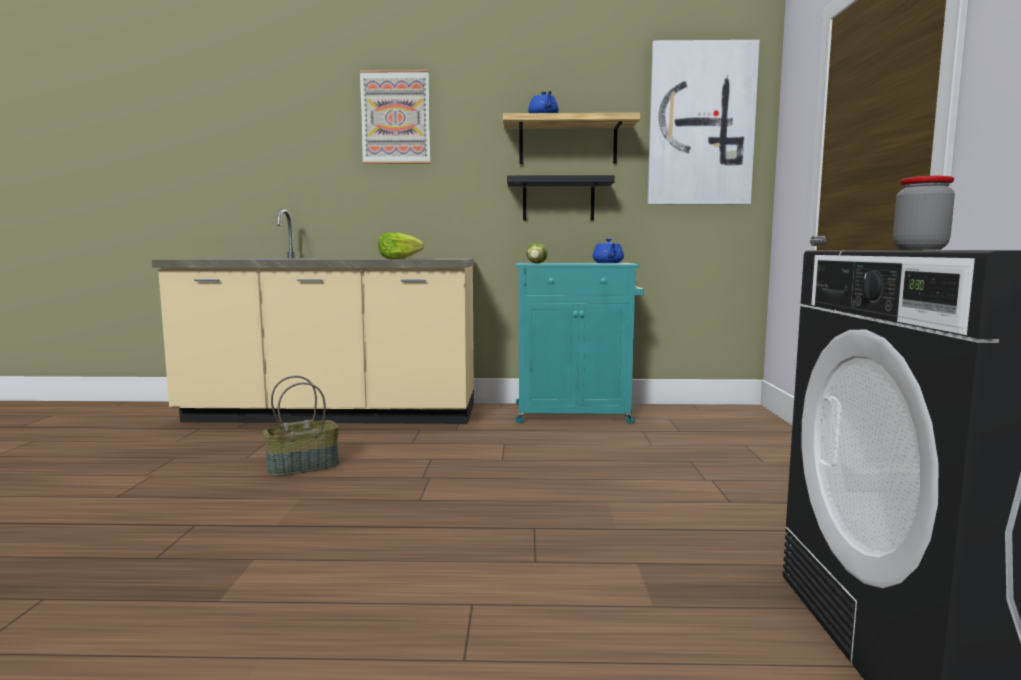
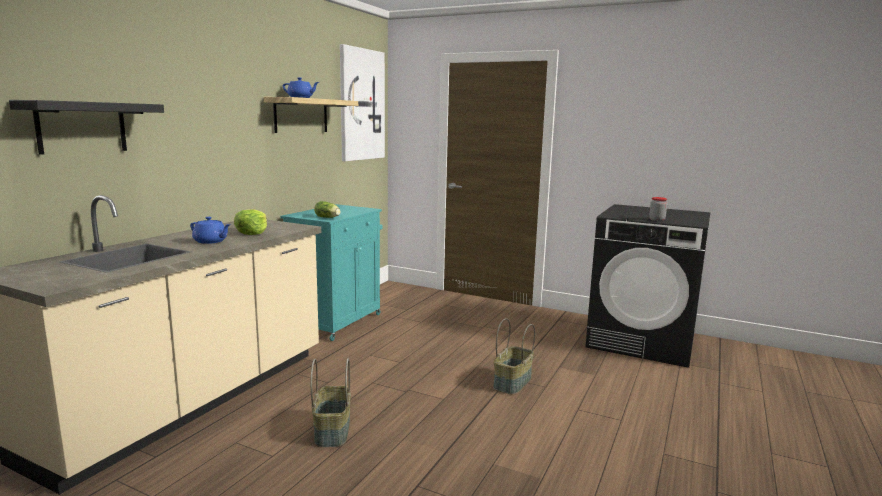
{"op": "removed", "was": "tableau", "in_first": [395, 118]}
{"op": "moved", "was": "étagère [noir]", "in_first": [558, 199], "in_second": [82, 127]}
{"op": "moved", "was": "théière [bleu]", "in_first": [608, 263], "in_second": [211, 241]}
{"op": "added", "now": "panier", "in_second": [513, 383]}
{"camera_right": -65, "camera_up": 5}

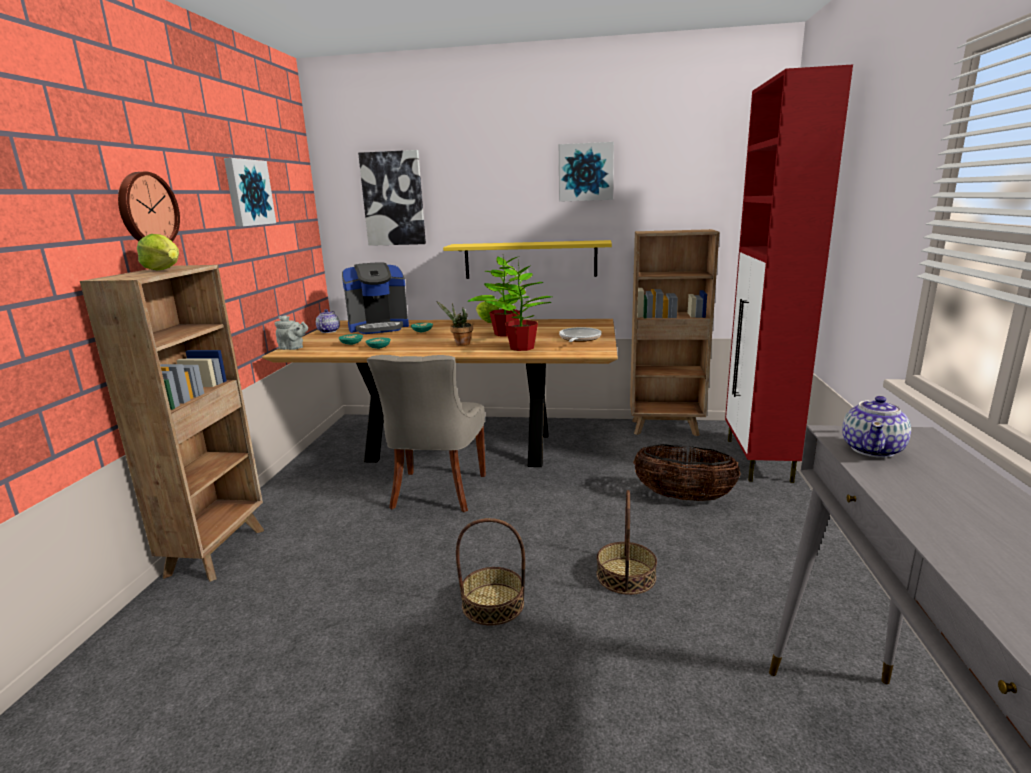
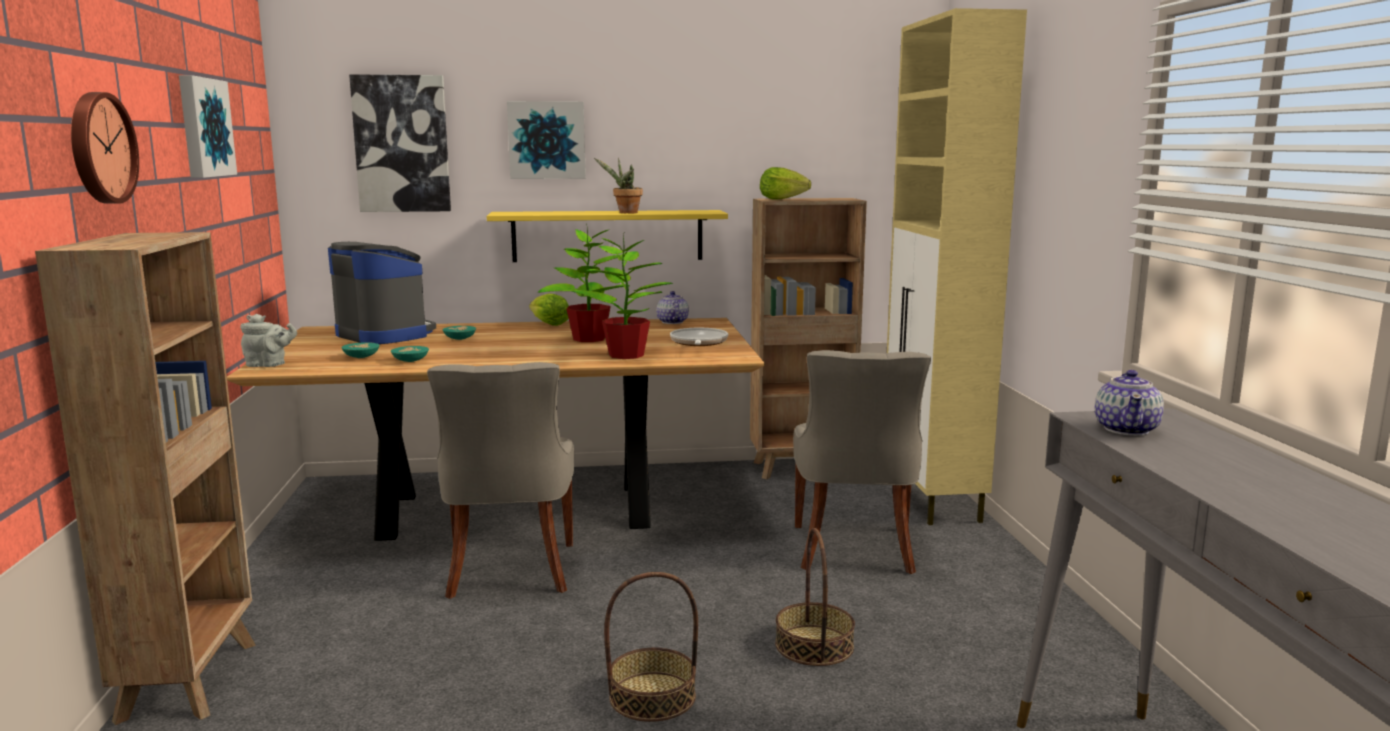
{"op": "recoloured", "was": "meuble de rangement [rouge]", "now": "meuble de rangement [beige]", "in_first": [758, 460], "in_second": [932, 500]}
{"op": "moved", "was": "tableau", "in_first": [586, 172], "in_second": [547, 140]}
{"op": "moved", "was": "laitue", "in_first": [164, 270], "in_second": [782, 199]}
{"op": "turned", "was": "machine à café", "in_first": [378, 327], "in_second": [384, 334], "clockwise": -105}
{"op": "moved", "was": "plante en pot", "in_first": [460, 344], "in_second": [625, 213]}
{"op": "moved", "was": "théière", "in_first": [328, 331], "in_second": [672, 322]}
{"op": "replaced", "was": "panier", "now": "chaise [gris]", "in_first": [683, 497], "in_second": [854, 550]}
{"camera_right": -15, "camera_up": -5}

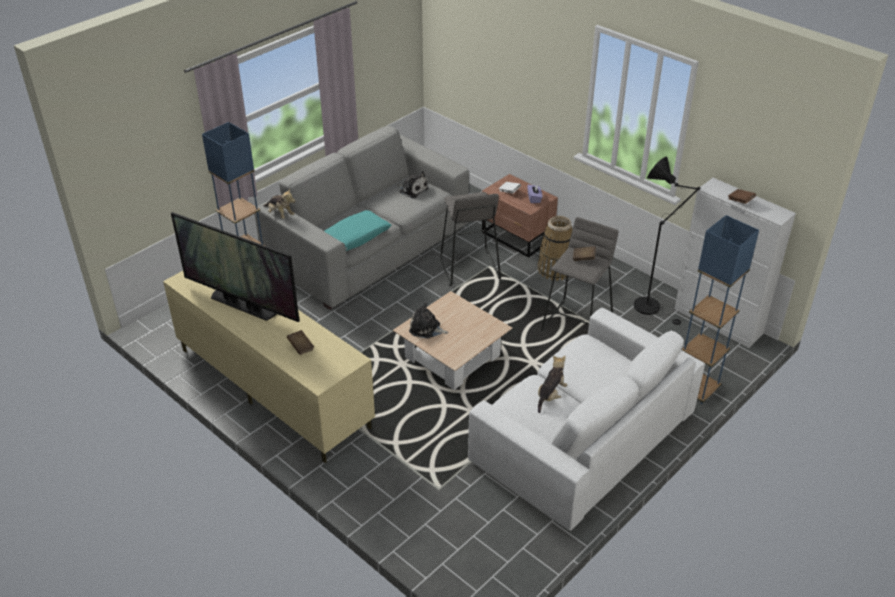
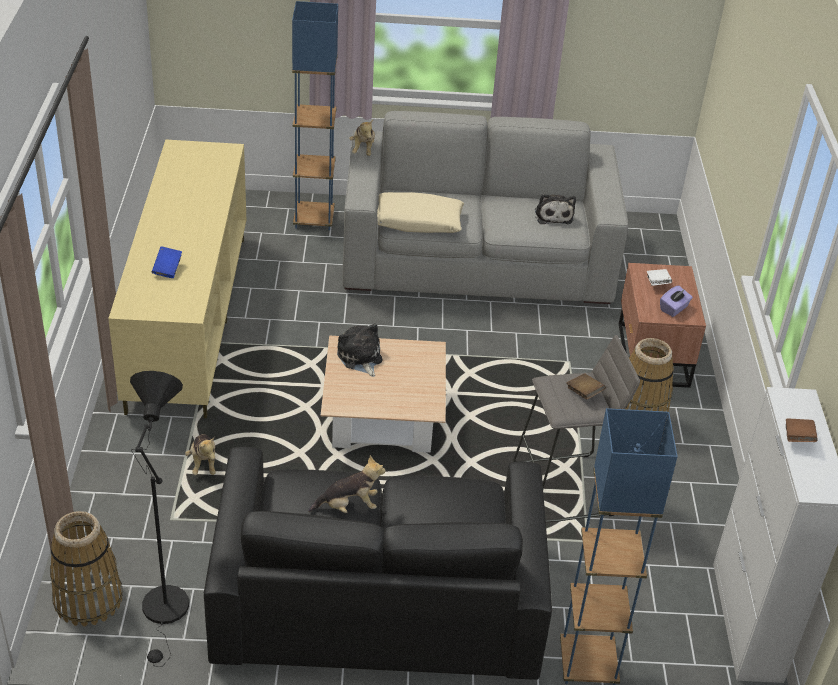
{"op": "moved", "was": "lampadaire [noir]", "in_first": [652, 308], "in_second": [166, 613]}
{"op": "removed", "was": "tabouret [gris]", "in_first": [469, 269]}
{"op": "recoloured", "was": "coussin [turquoise]", "now": "coussin [beige]", "in_first": [356, 237], "in_second": [418, 221]}
{"op": "removed", "was": "téléviseur", "in_first": [243, 305]}
{"op": "recoloured", "was": "canapé [blanc]", "now": "canapé [noir]", "in_first": [581, 437], "in_second": [377, 596]}
{"op": "recoloured", "was": "livre [marron]", "now": "livre [bleu]", "in_first": [301, 347], "in_second": [167, 269]}
{"op": "added", "now": "peluche", "in_second": [203, 463]}
{"op": "added", "now": "panier", "in_second": [88, 599]}
{"camera_right": 45, "camera_up": 0}

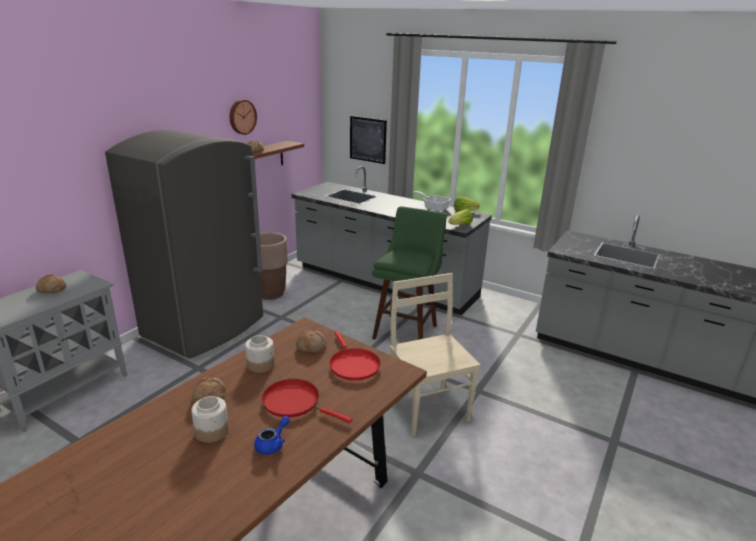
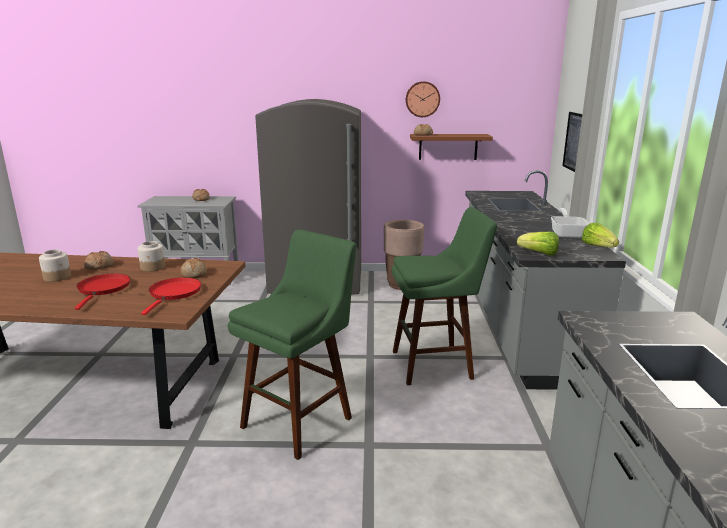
{"op": "replaced", "was": "chaise [beige]", "now": "tabouret [vert]", "in_first": [427, 408], "in_second": [300, 420]}
{"op": "turned", "was": "poêle [rouge]", "in_first": [353, 365], "in_second": [174, 293], "clockwise": 150}
{"op": "removed", "was": "théière [bleu]", "in_first": [272, 444]}
{"camera_right": 60, "camera_up": -5}

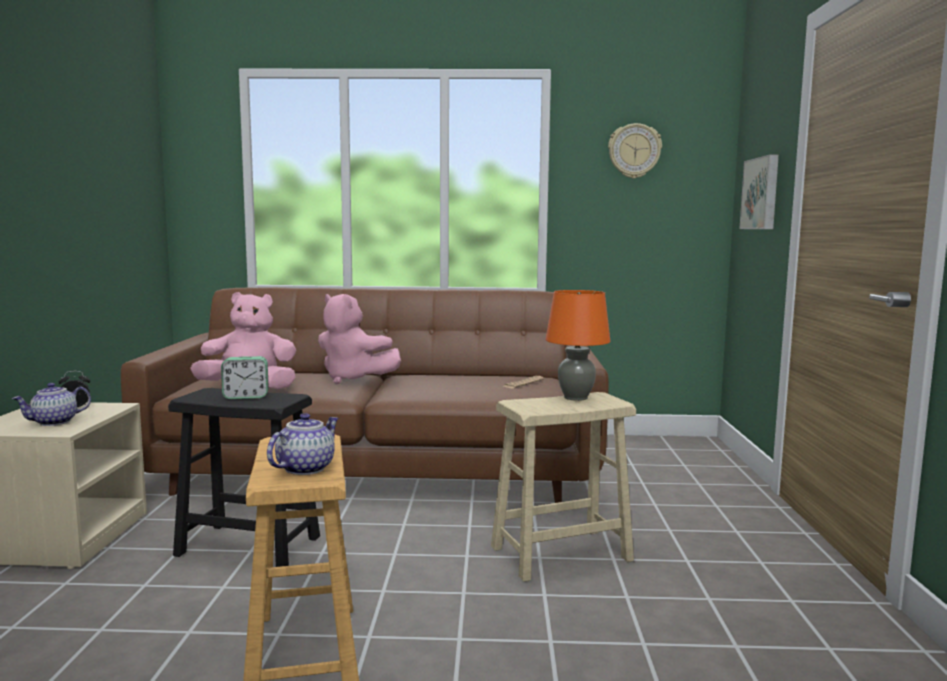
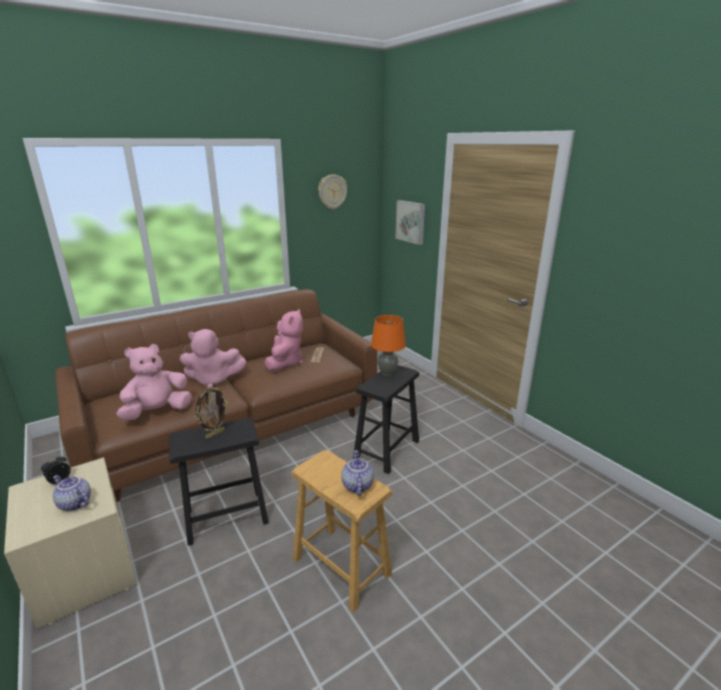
{"op": "replaced", "was": "réveil", "now": "cadre photo", "in_first": [246, 396], "in_second": [215, 434]}
{"op": "turned", "was": "théière", "in_first": [54, 422], "in_second": [74, 503], "clockwise": 105}
{"op": "recoloured", "was": "tabouret [beige]", "now": "tabouret [noir]", "in_first": [561, 554], "in_second": [387, 450]}
{"op": "added", "now": "peluche [rose]", "in_second": [285, 363]}
{"camera_right": -35, "camera_up": 15}

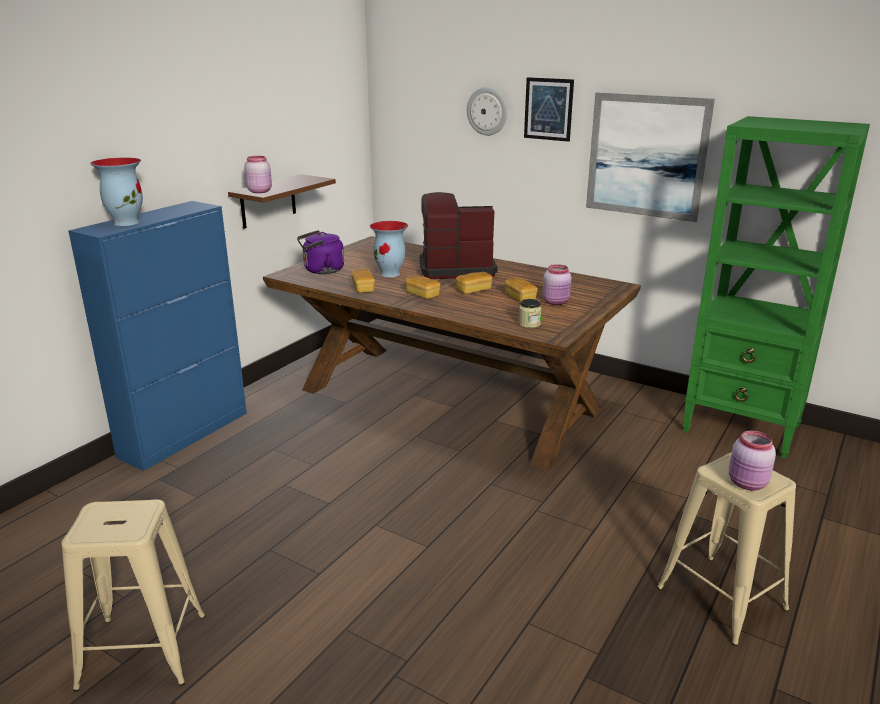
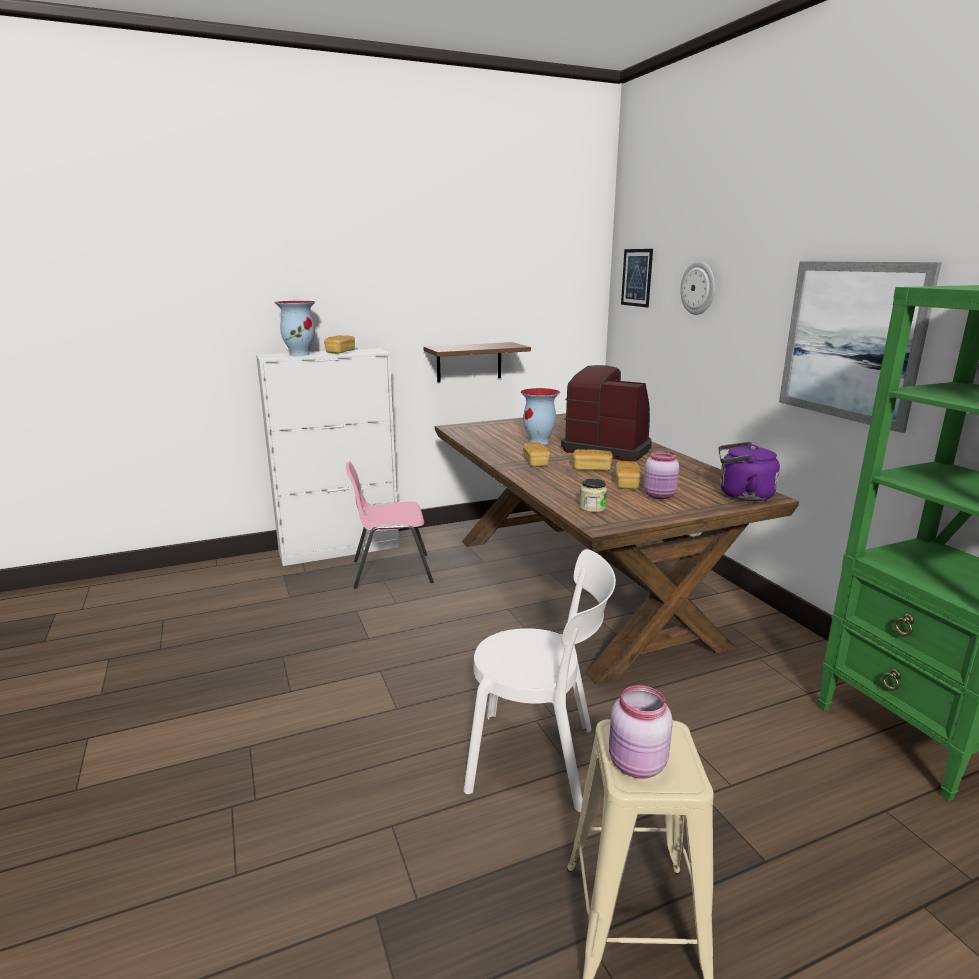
{"op": "moved", "was": "tableau", "in_first": [548, 109], "in_second": [636, 277]}
{"op": "removed", "was": "bocal [rose]", "in_first": [259, 191]}
{"op": "recoloured", "was": "meuble de rangement [bleu]", "now": "meuble de rangement [blanc]", "in_first": [185, 434], "in_second": [340, 549]}
{"op": "moved", "was": "bouilloire [violet]", "in_first": [321, 270], "in_second": [742, 495]}
{"op": "moved", "was": "pain", "in_first": [363, 289], "in_second": [340, 352]}
{"op": "removed", "was": "tabouret [beige]", "in_first": [144, 651]}
{"op": "added", "now": "chaise [rose]", "in_second": [390, 571]}
{"op": "added", "now": "chaise [blanc]", "in_second": [539, 759]}
{"camera_right": 35, "camera_up": -5}

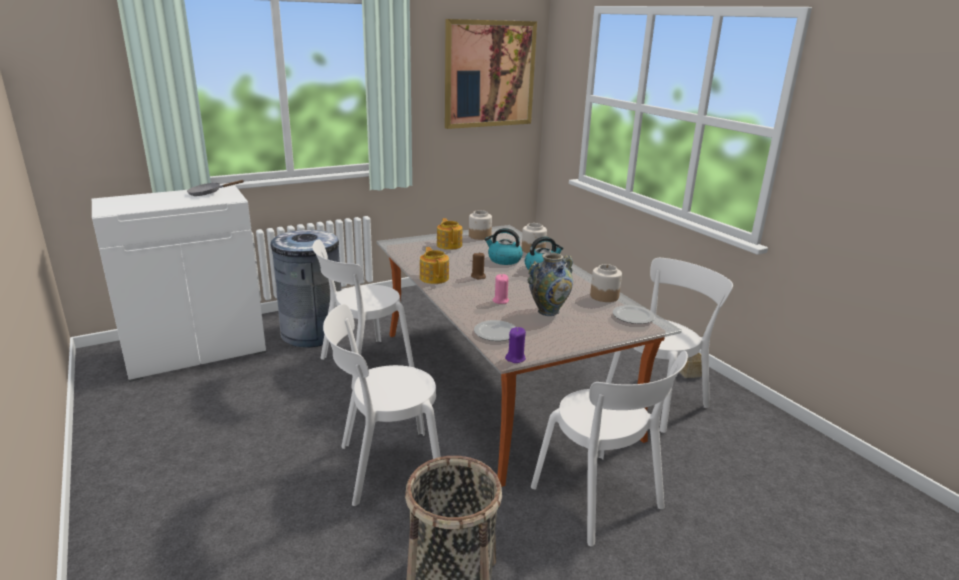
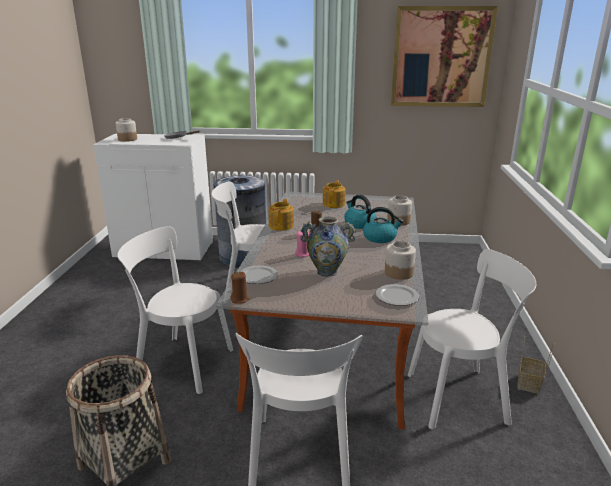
{"op": "moved", "was": "bocal", "in_first": [479, 236], "in_second": [127, 139]}
{"op": "recoloured", "was": "bougie [violet]", "now": "bougie [marron]", "in_first": [515, 358], "in_second": [240, 299]}
{"camera_right": 35, "camera_up": 0}

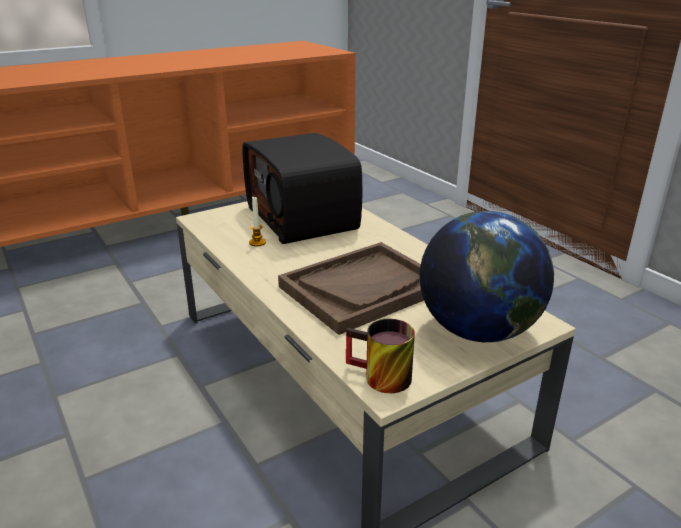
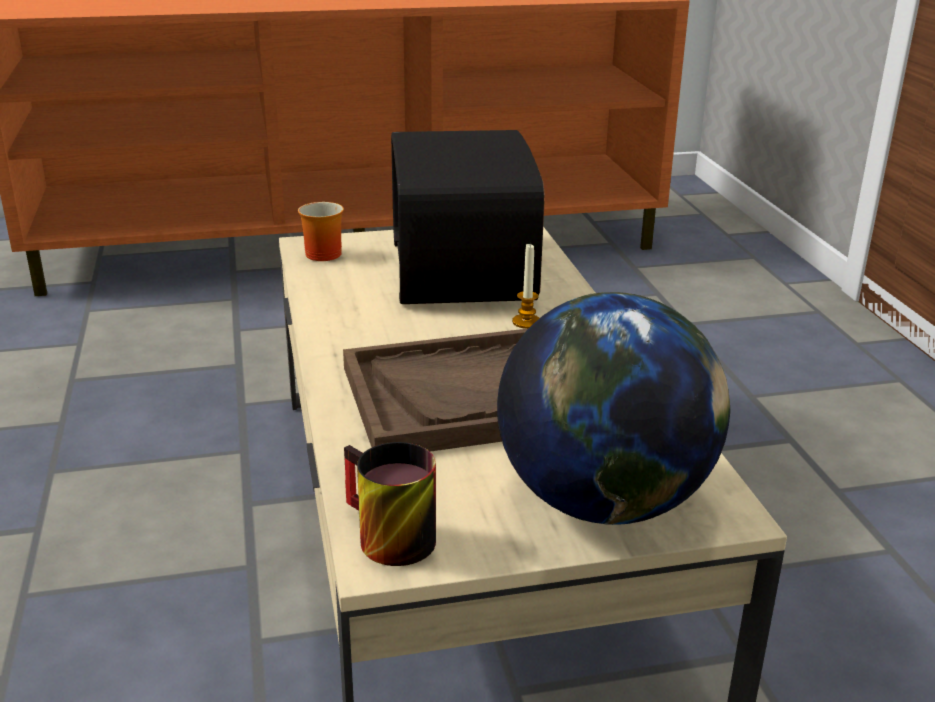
{"op": "moved", "was": "bougie", "in_first": [257, 242], "in_second": [526, 322]}
{"op": "added", "now": "mug", "in_second": [322, 252]}
{"camera_right": 20, "camera_up": 0}

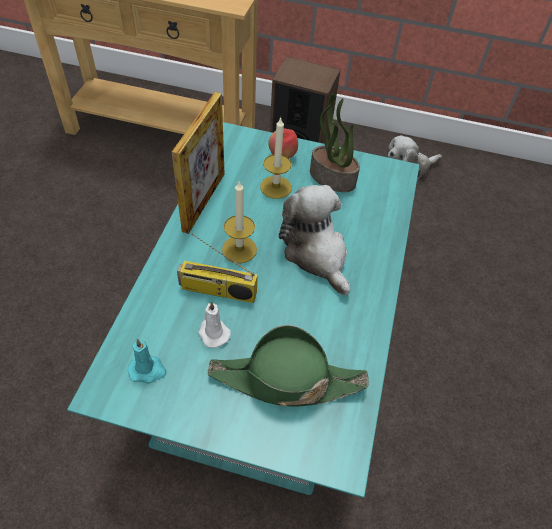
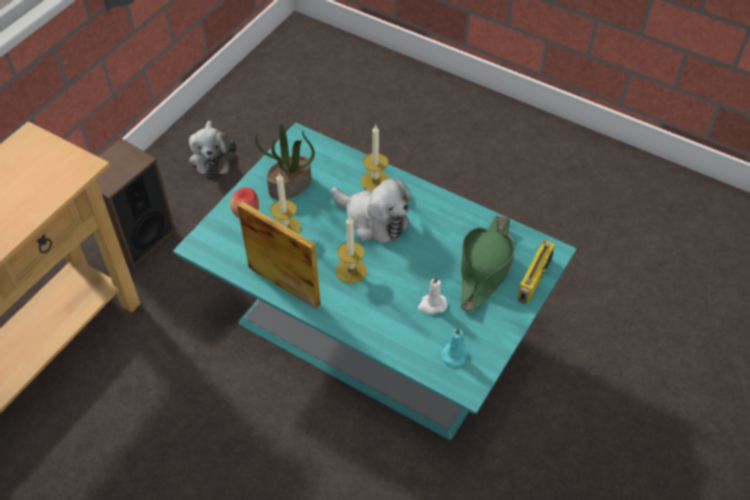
{"op": "turned", "was": "peluche", "in_first": [316, 254], "in_second": [373, 220], "clockwise": -135}
{"op": "moved", "was": "radio", "in_first": [217, 291], "in_second": [534, 280]}
{"op": "added", "now": "bougie", "in_second": [375, 181]}
{"camera_right": -70, "camera_up": 0}

